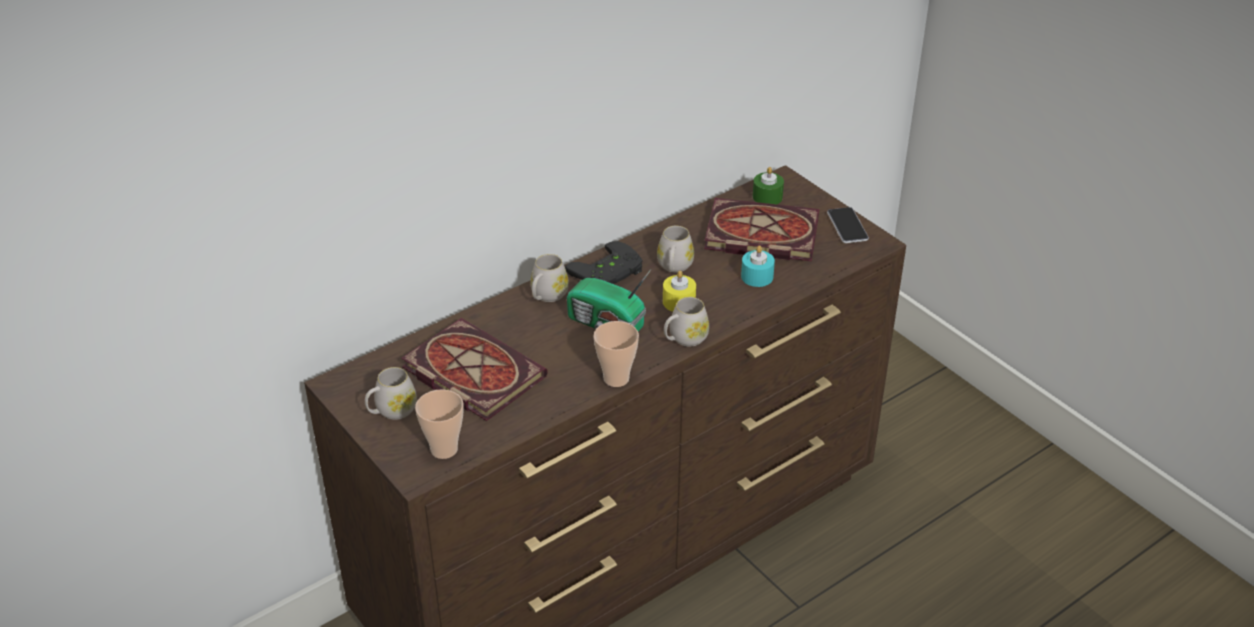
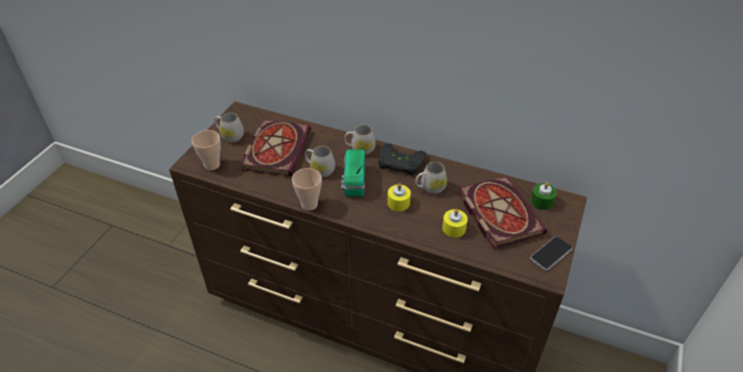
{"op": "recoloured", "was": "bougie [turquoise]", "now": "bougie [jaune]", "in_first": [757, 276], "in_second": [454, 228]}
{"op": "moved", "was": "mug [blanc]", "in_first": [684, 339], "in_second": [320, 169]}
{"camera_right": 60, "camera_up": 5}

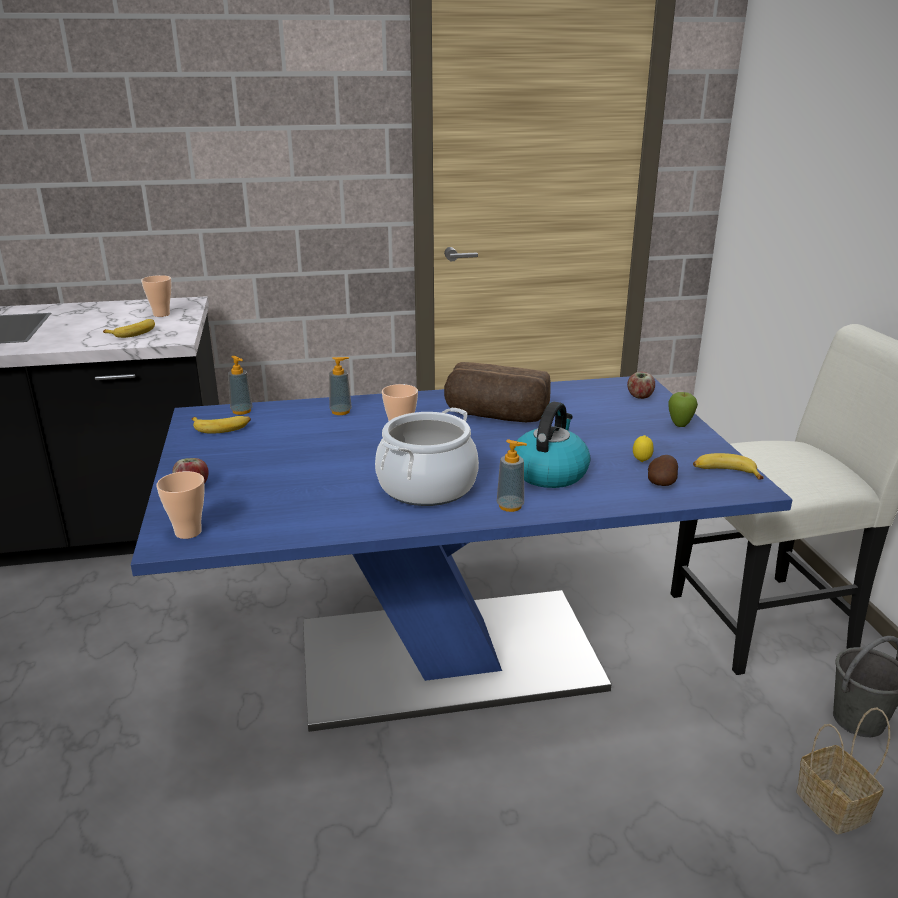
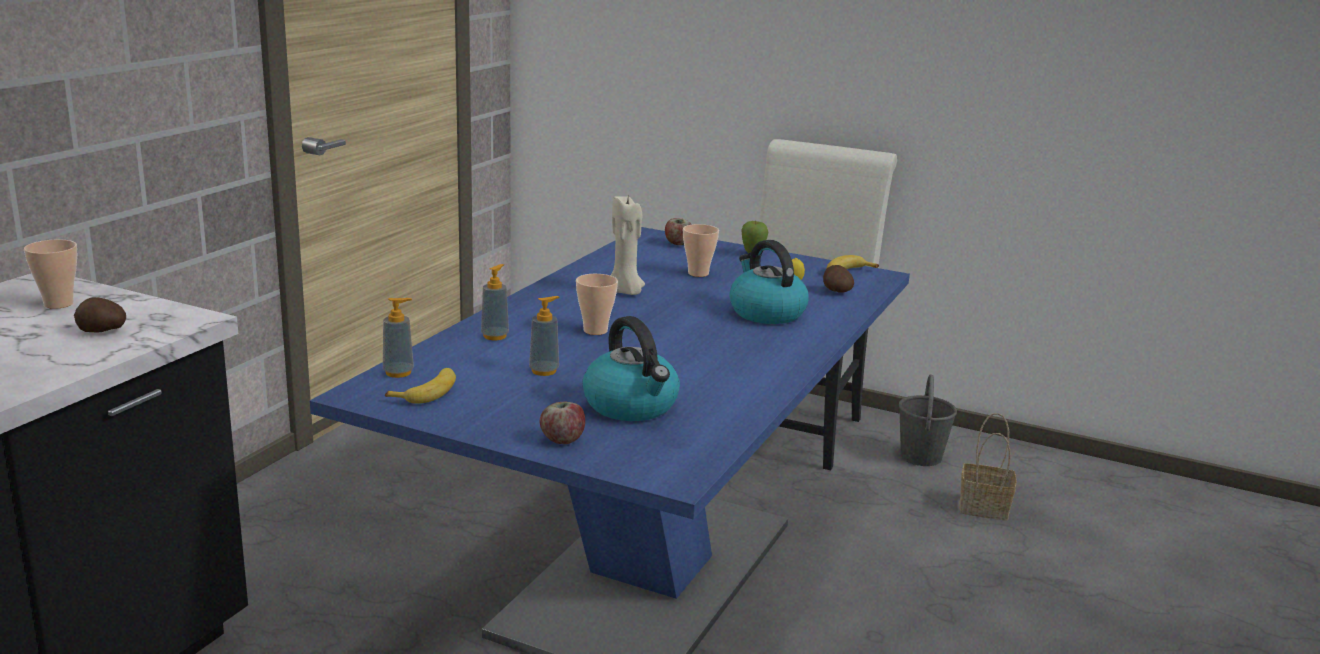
{"op": "replaced", "was": "banane", "now": "pomme de terre", "in_first": [134, 332], "in_second": [102, 331]}
{"op": "replaced", "was": "pain", "now": "bougie [beige]", "in_first": [495, 416], "in_second": [625, 292]}
{"op": "removed", "was": "marmite", "in_first": [426, 486]}
{"op": "moved", "was": "distributeur de savon", "in_first": [510, 506], "in_second": [544, 371]}
{"op": "moved", "was": "tasse", "in_first": [188, 532], "in_second": [698, 273]}
{"op": "added", "now": "bouilloire", "in_second": [632, 406]}
{"camera_right": -55, "camera_up": -5}

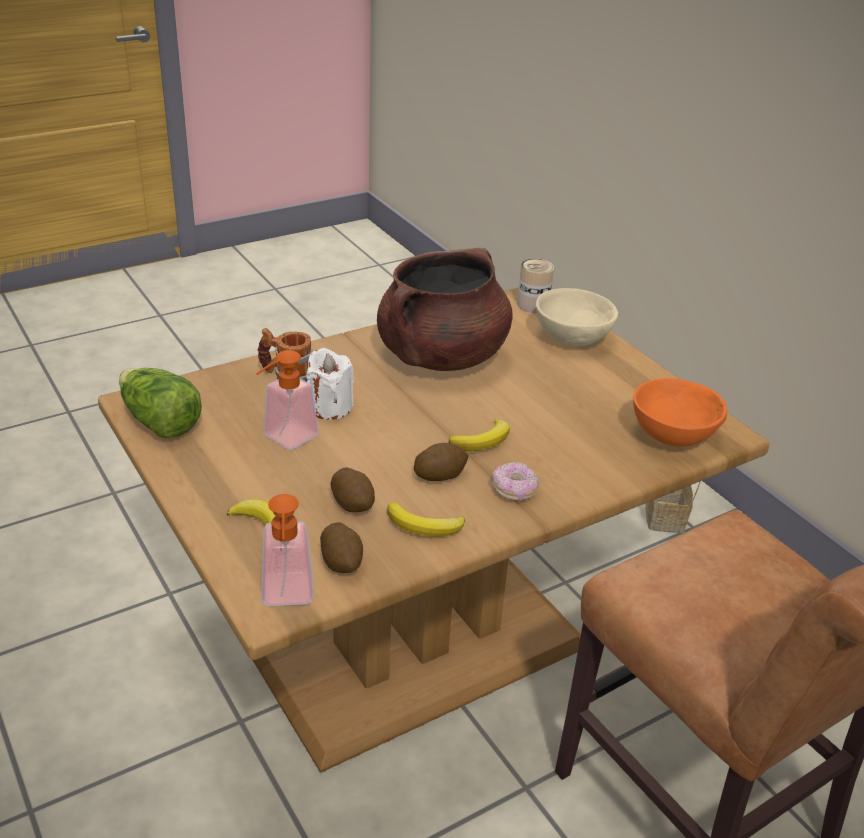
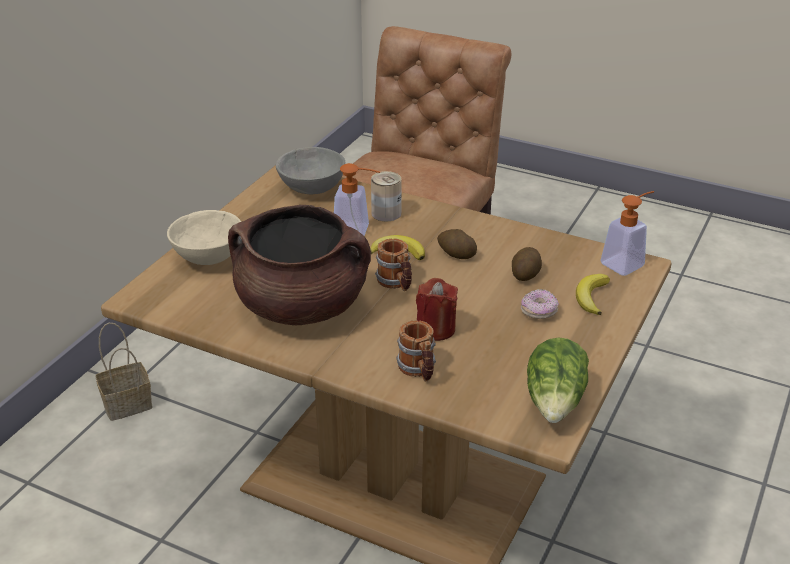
{"op": "moved", "was": "boîte métallique", "in_first": [533, 304], "in_second": [386, 213]}
{"op": "recoloured", "was": "bougie [blanc]", "now": "bougie [rouge]", "in_first": [330, 407], "in_second": [435, 329]}
{"op": "moved", "was": "distributeur de savon", "in_first": [284, 439], "in_second": [358, 231]}
{"op": "recoloured", "was": "bol [orange]", "now": "bol [gris]", "in_first": [671, 435], "in_second": [311, 190]}
{"op": "moved", "was": "beignet", "in_first": [514, 490], "in_second": [539, 312]}
{"op": "removed", "was": "banane", "in_first": [424, 526]}
{"op": "removed", "was": "pomme de terre", "in_first": [342, 562]}
{"op": "added", "now": "mug", "in_second": [396, 283]}
{"camera_right": -120, "camera_up": 0}

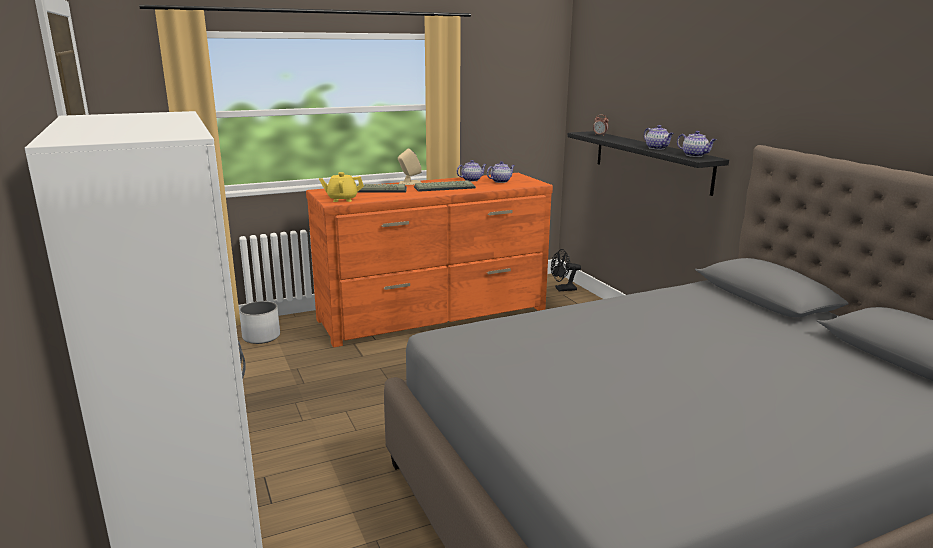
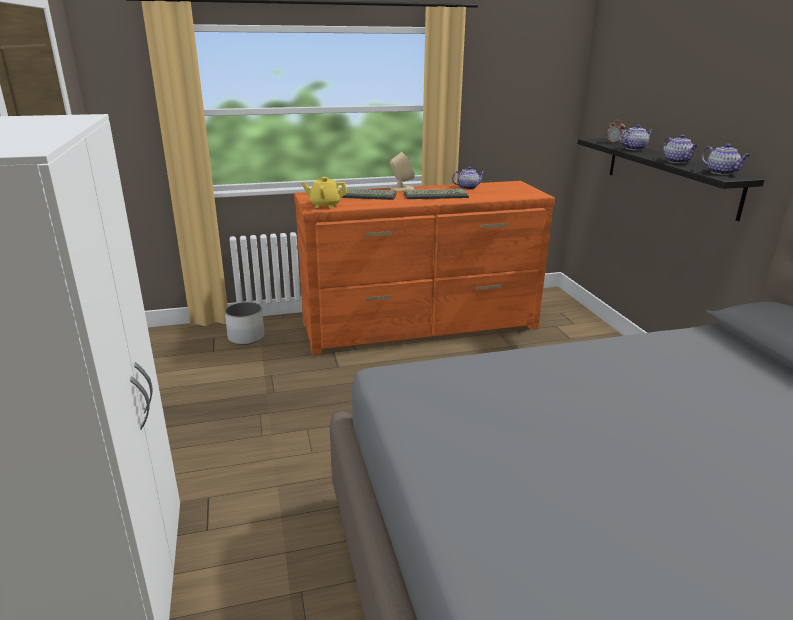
{"op": "moved", "was": "théière", "in_first": [501, 181], "in_second": [634, 148]}
{"op": "removed", "was": "ventilateur [noir]", "in_first": [562, 289]}
{"camera_right": 10, "camera_up": 5}

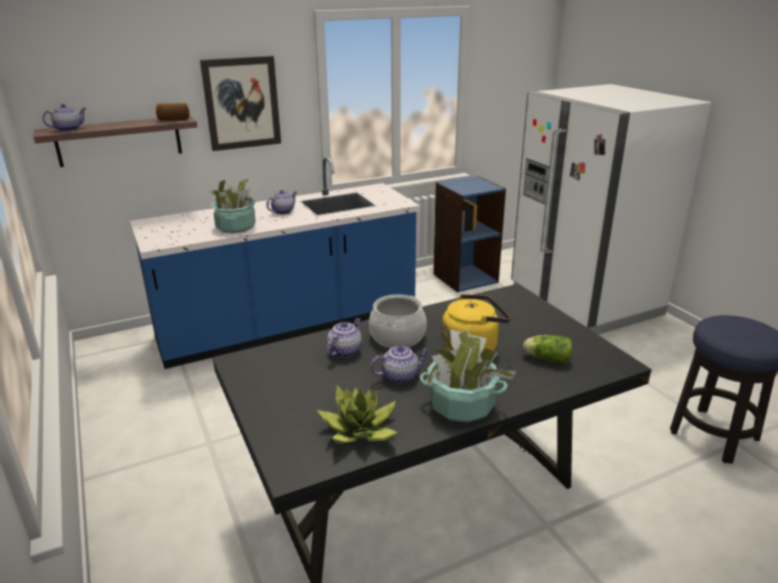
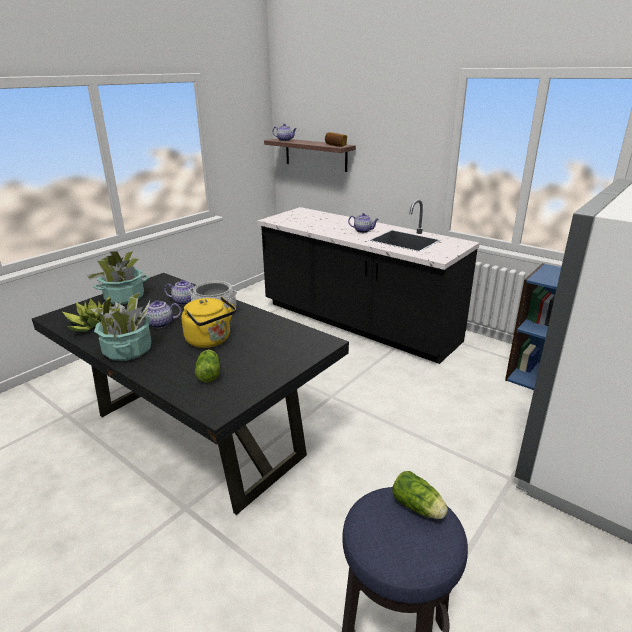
{"op": "removed", "was": "tableau", "in_first": [242, 103]}
{"op": "recoloured", "was": "comptoir de cuisine [bleu]", "now": "comptoir de cuisine [noir]", "in_first": [289, 326], "in_second": [357, 323]}
{"op": "moved", "was": "plante en pot", "in_first": [236, 227], "in_second": [124, 297]}
{"op": "turned", "was": "théière", "in_first": [400, 376], "in_second": [159, 324], "clockwise": 120}
{"op": "added", "now": "laitue", "in_second": [419, 508]}
{"camera_right": 65, "camera_up": 0}

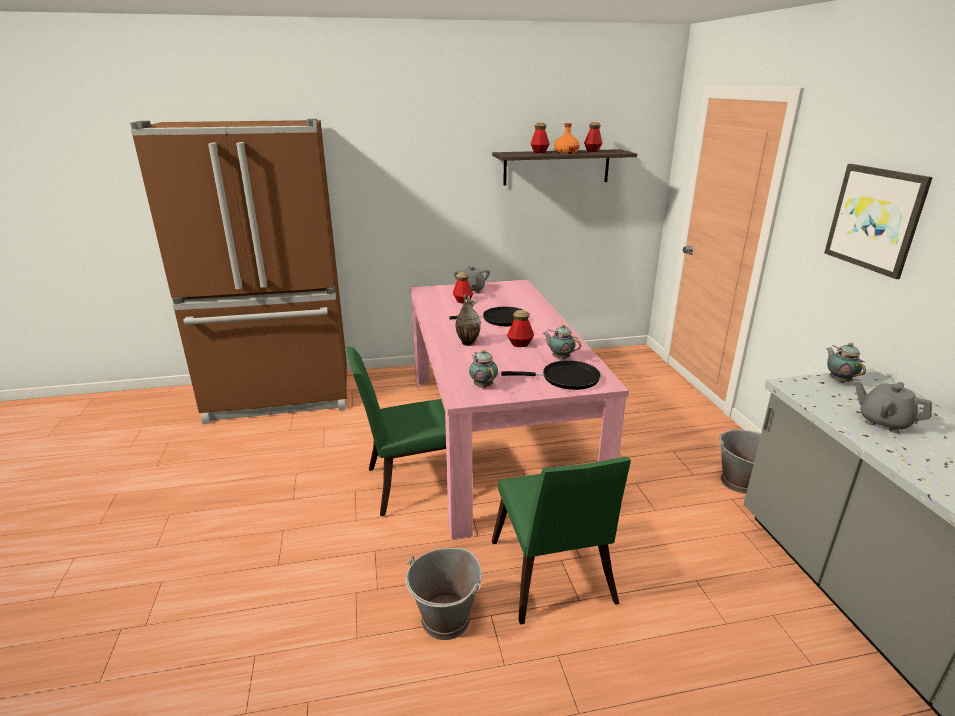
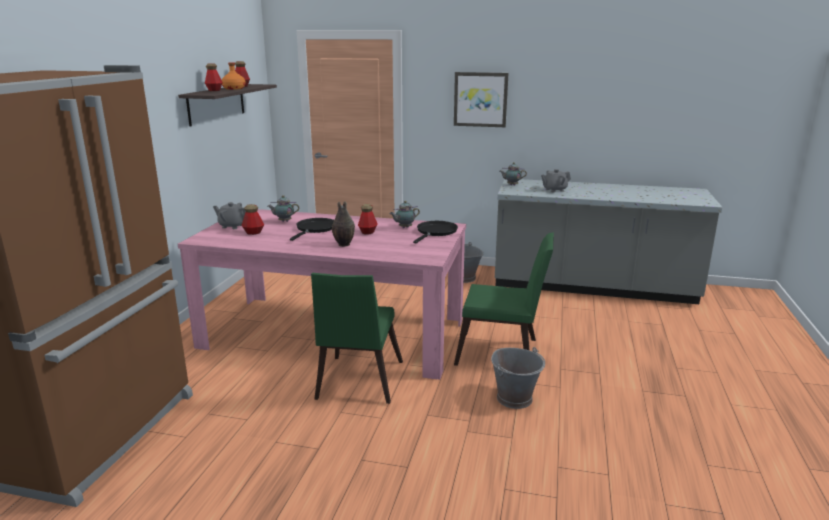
{"op": "moved", "was": "théière", "in_first": [483, 385], "in_second": [284, 221]}
{"camera_right": -65, "camera_up": -5}

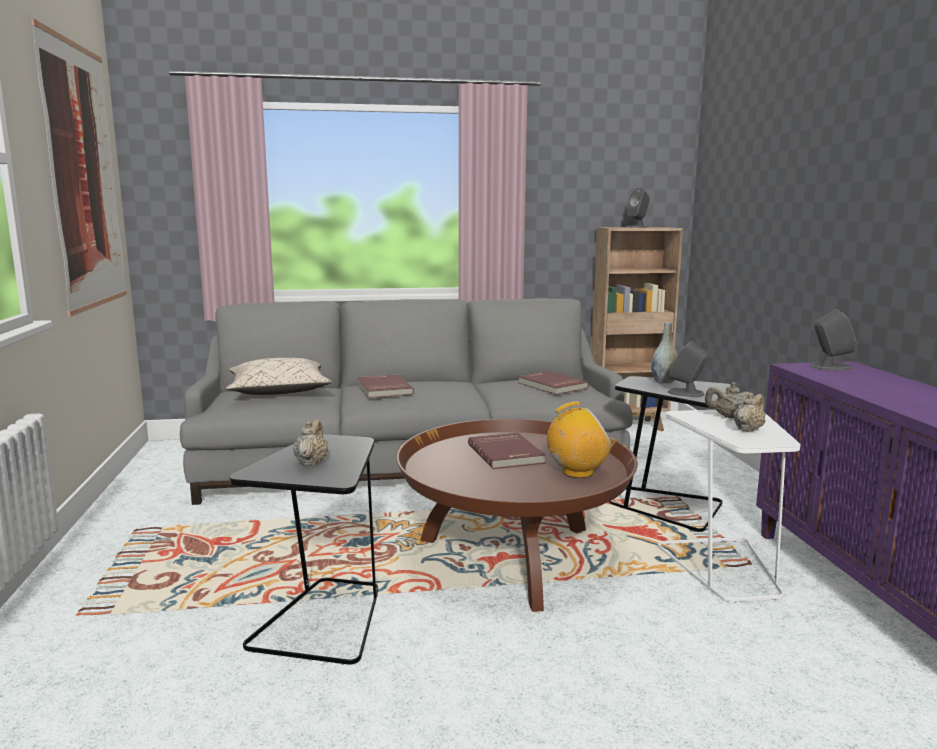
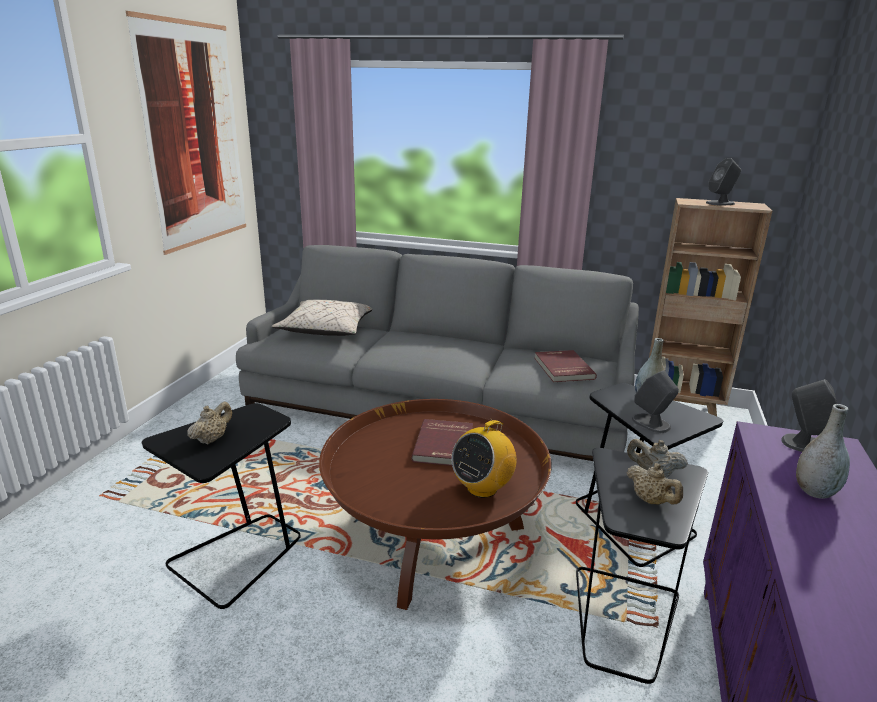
{"op": "removed", "was": "livre [rouge]", "in_first": [383, 389]}
{"op": "turned", "was": "théière [beige]", "in_first": [748, 429], "in_second": [651, 501], "clockwise": 75}
{"op": "turned", "was": "radio", "in_first": [577, 472], "in_second": [482, 488], "clockwise": 120}
{"op": "recoloured", "was": "table d'appoint [blanc]", "now": "table d'appoint [noir]", "in_first": [724, 567], "in_second": [623, 621]}
{"op": "added", "now": "vase [gris]", "in_second": [815, 492]}
{"camera_right": 25, "camera_up": 10}

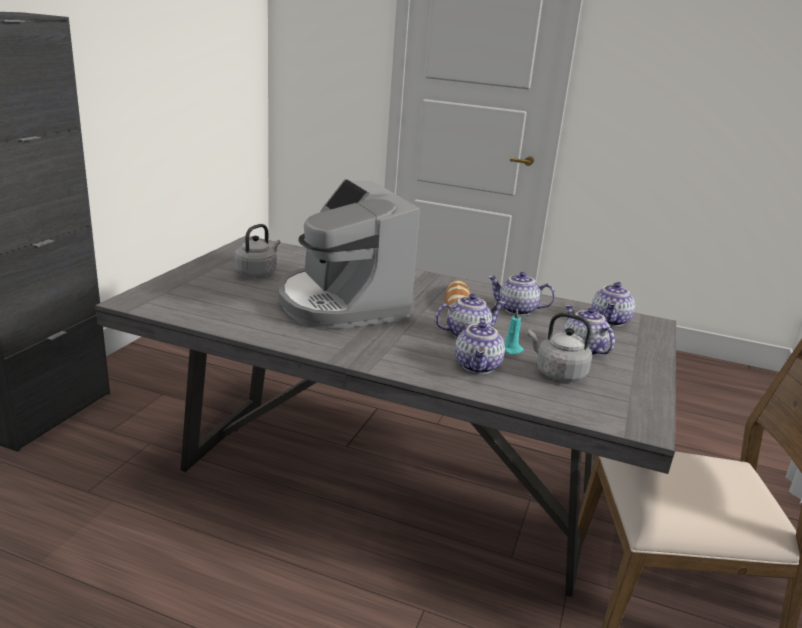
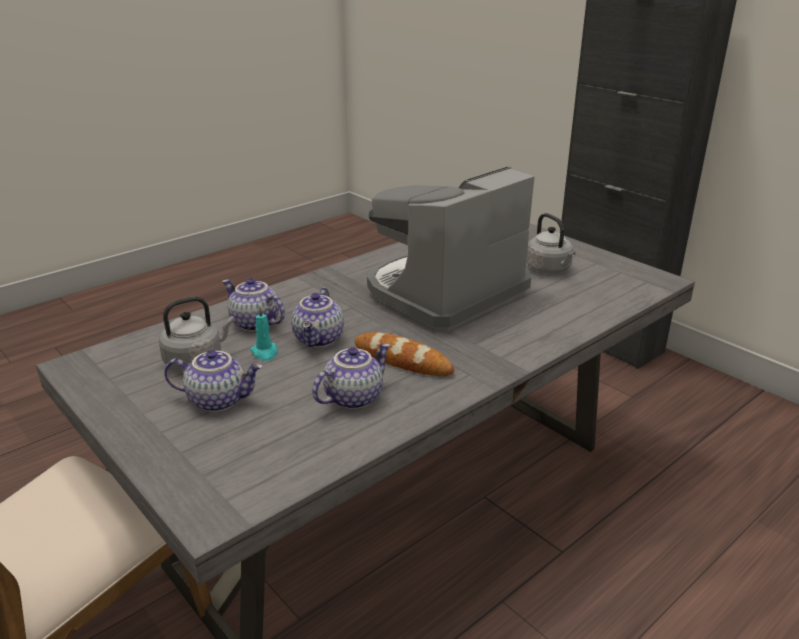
{"op": "turned", "was": "machine à café", "in_first": [341, 303], "in_second": [443, 294], "clockwise": -45}
{"op": "removed", "was": "théière", "in_first": [611, 321]}
{"camera_right": 120, "camera_up": 5}

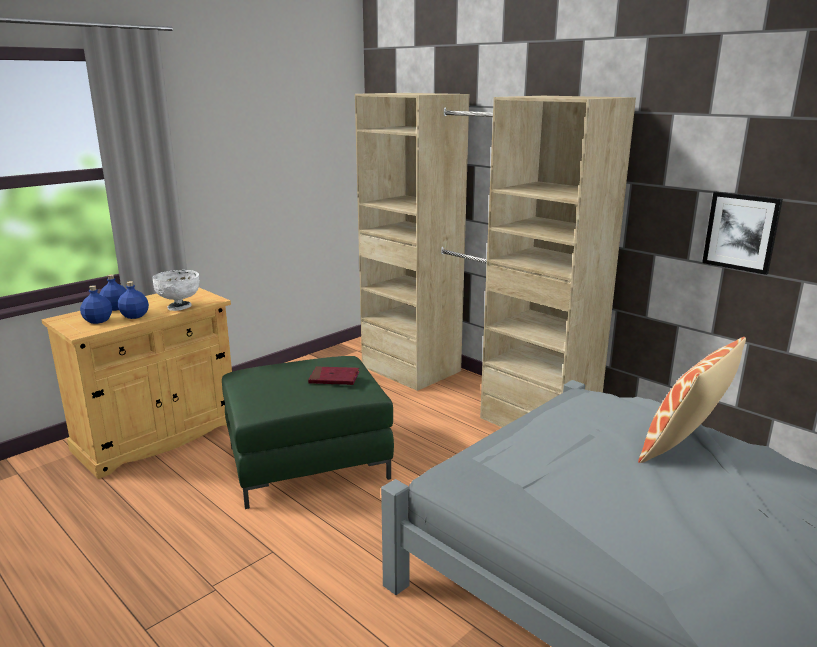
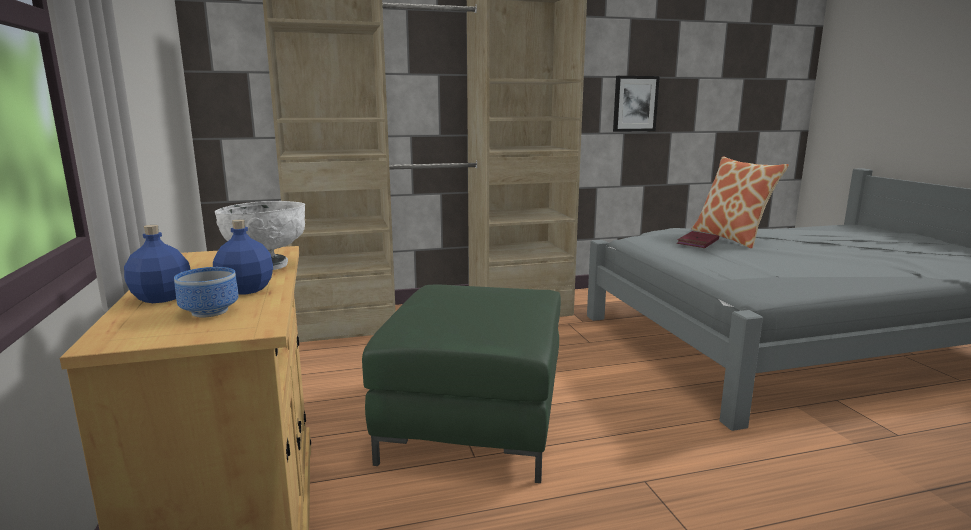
{"op": "replaced", "was": "bouteille [bleu]", "now": "bol", "in_first": [97, 321], "in_second": [209, 312]}
{"op": "moved", "was": "livre [rouge]", "in_first": [334, 378], "in_second": [698, 242]}
{"camera_right": -60, "camera_up": -5}

